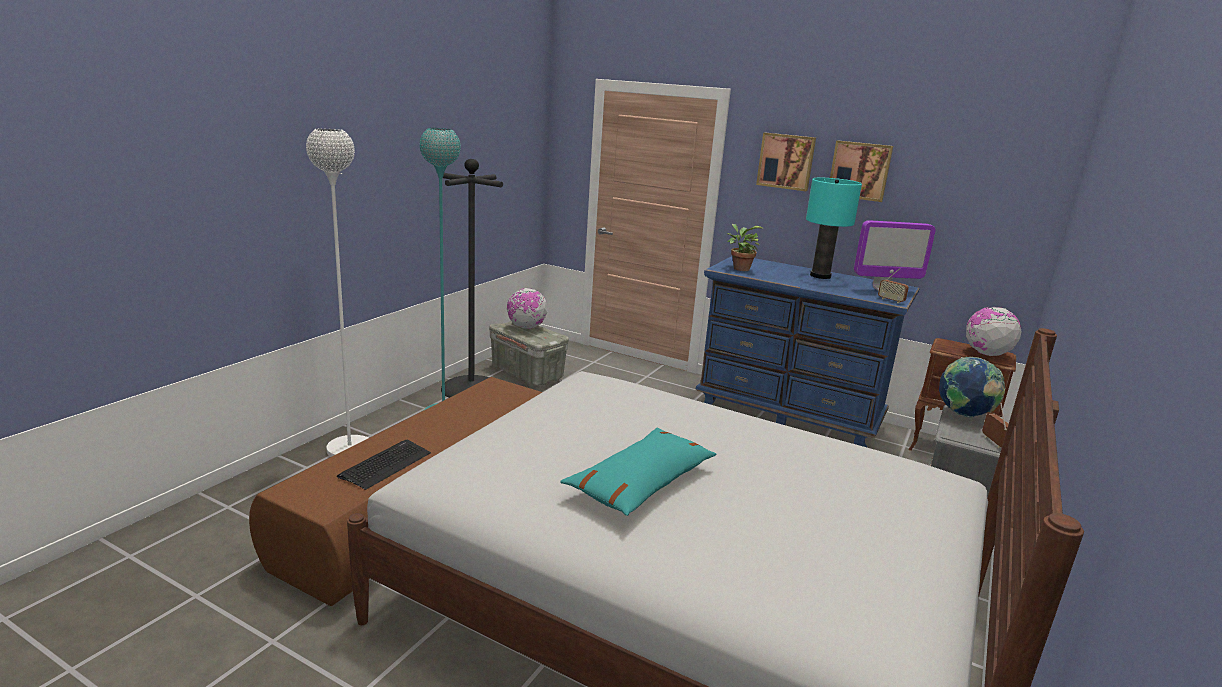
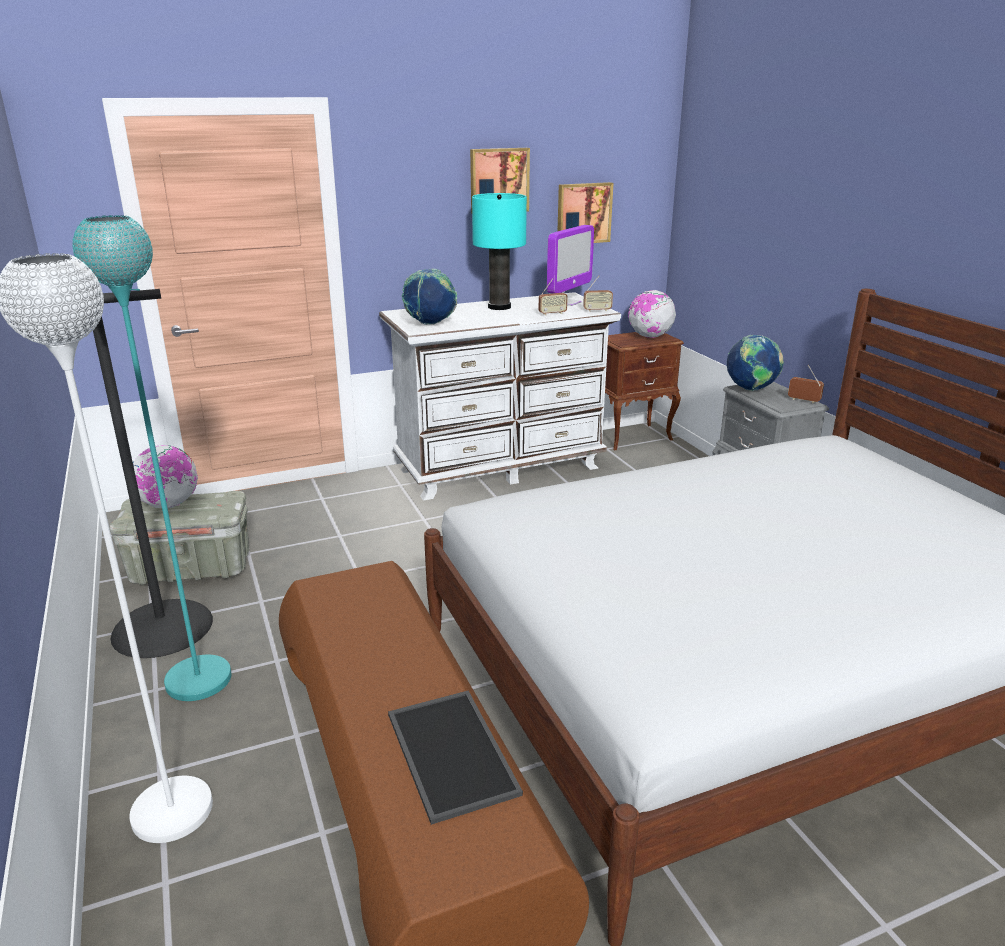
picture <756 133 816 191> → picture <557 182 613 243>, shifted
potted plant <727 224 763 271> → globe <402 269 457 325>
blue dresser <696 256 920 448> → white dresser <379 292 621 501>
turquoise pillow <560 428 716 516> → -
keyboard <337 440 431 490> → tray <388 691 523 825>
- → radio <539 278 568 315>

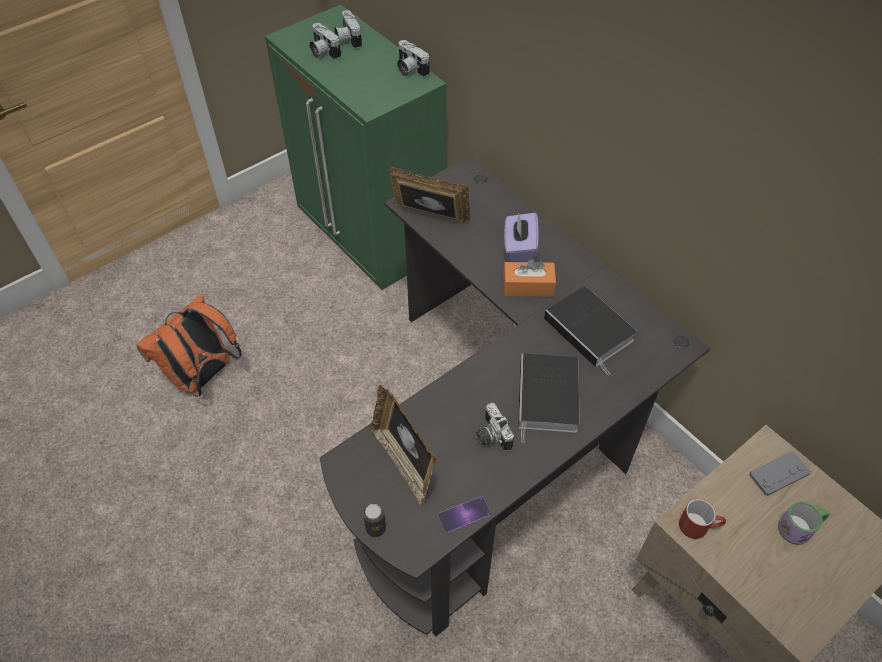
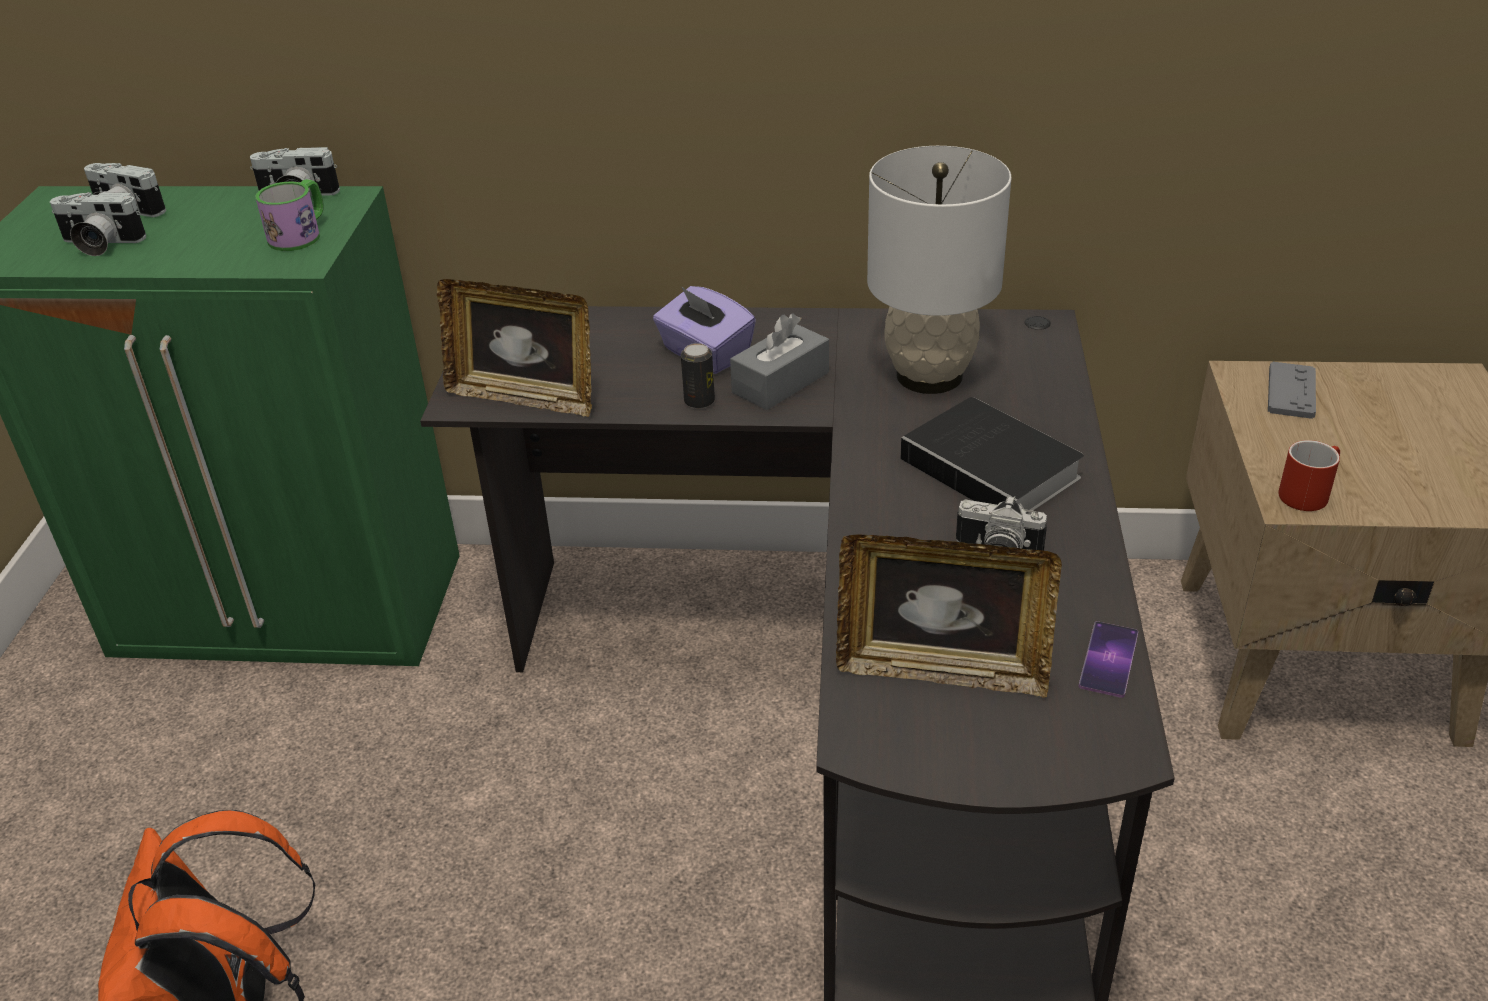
picture frame <389 166 471 222> → picture frame <437 279 592 417>, 135 degrees counterclockwise
orange tissue box <503 259 556 297> → grey tissue box <730 313 829 410>
book <544 286 637 375> → white table lamp <867 146 1011 394>
mug <778 501 829 545> → mug <255 179 324 251>, shifted
can <363 503 386 537> → can <681 343 715 409>, shifted

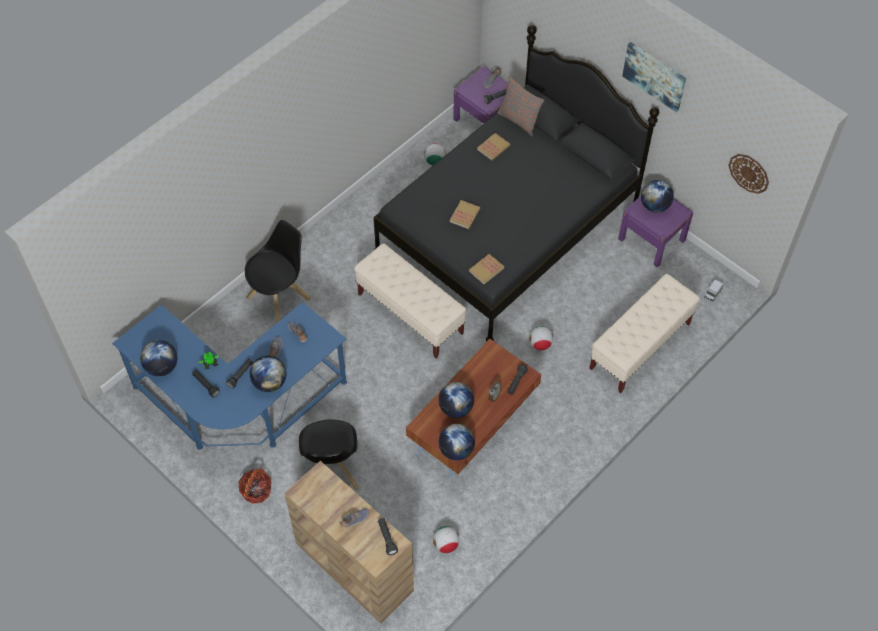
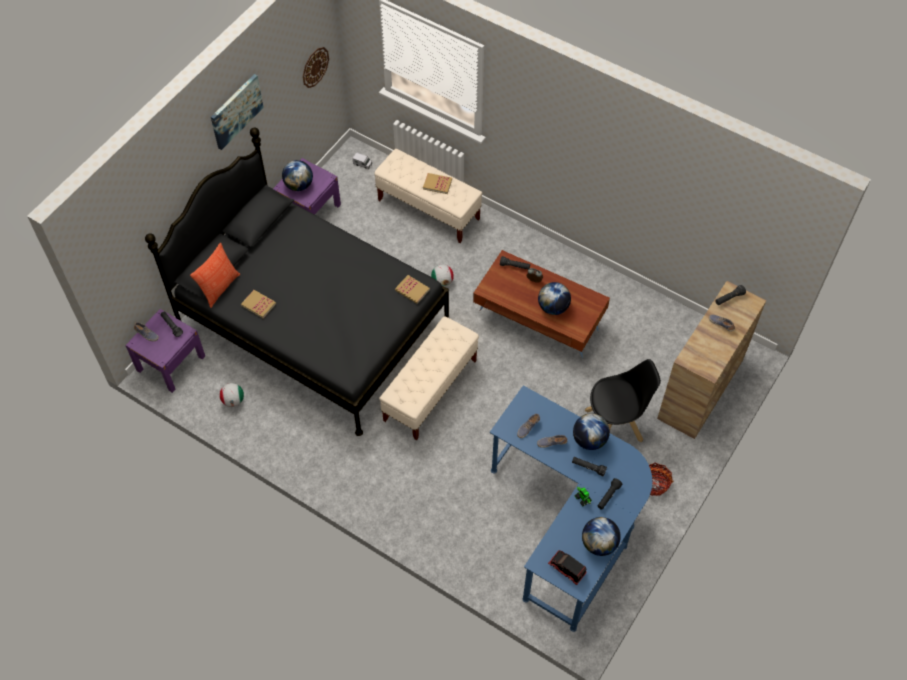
grey pillow <497 76 544 136> → orange pillow <190 243 240 308>
book <450 200 480 229> → book <423 173 452 194>, shifted
black chair <245 220 311 323> → -
globe <439 424 475 460> → -
football <433 526 459 553> → -
- → toy truck <548 550 587 585>

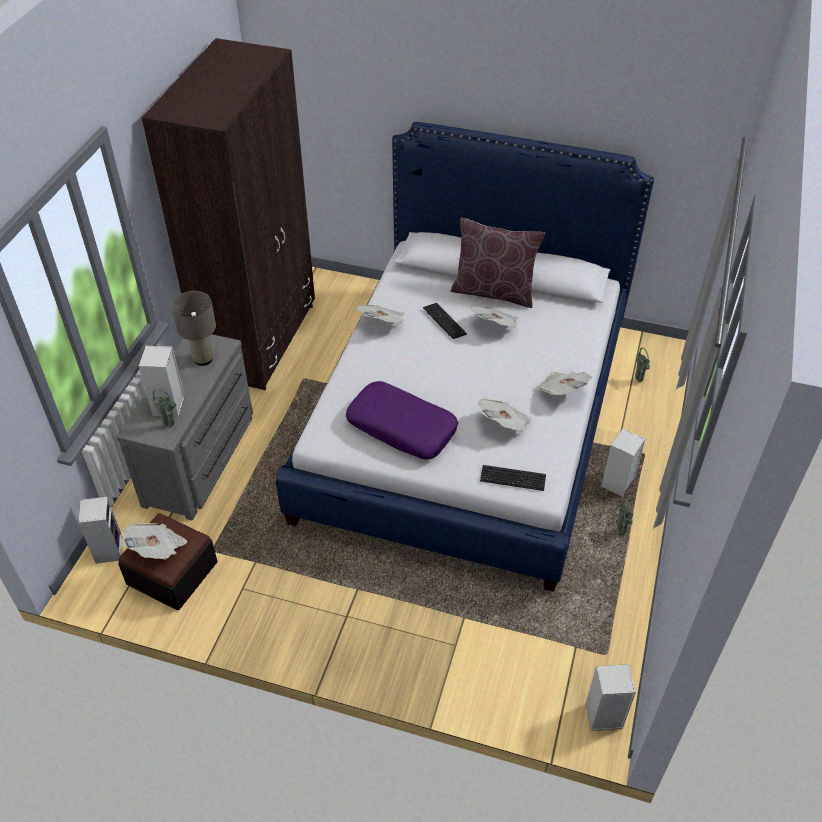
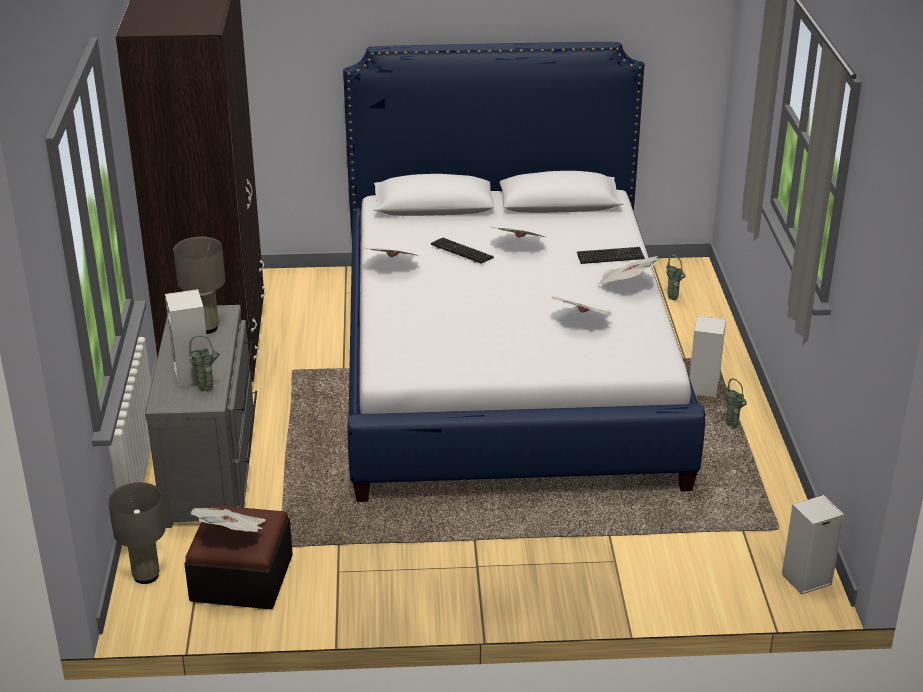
brown pillow <451 218 545 308> → -
purple pillow <346 381 458 459> → -
keyboard <480 465 546 491> → keyboard <577 247 645 264>, shifted
speaker <78 496 123 564> → grey table lamp <108 482 166 584>

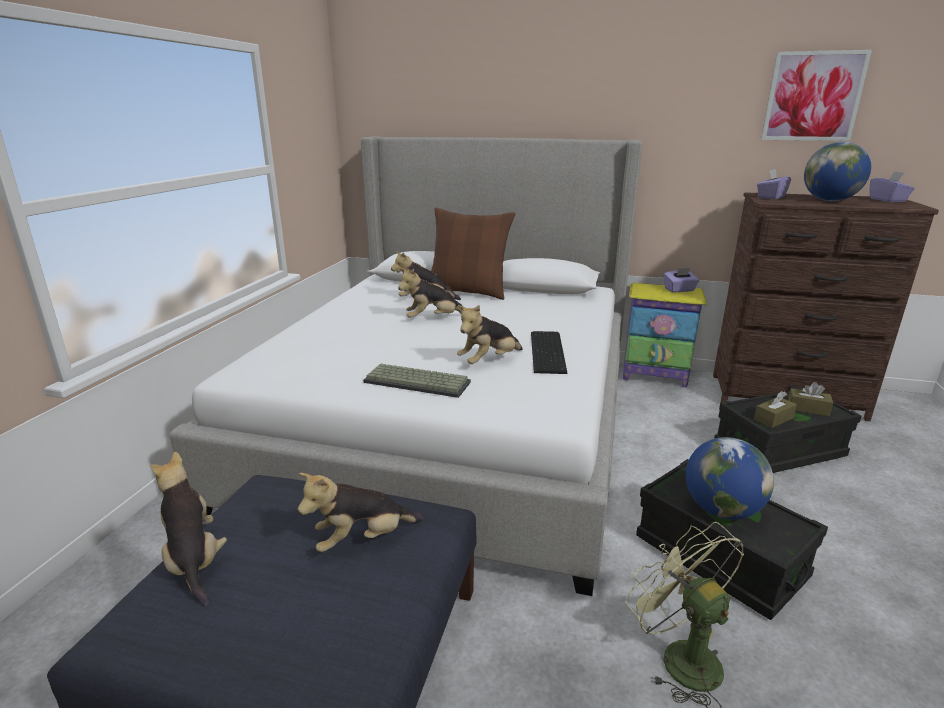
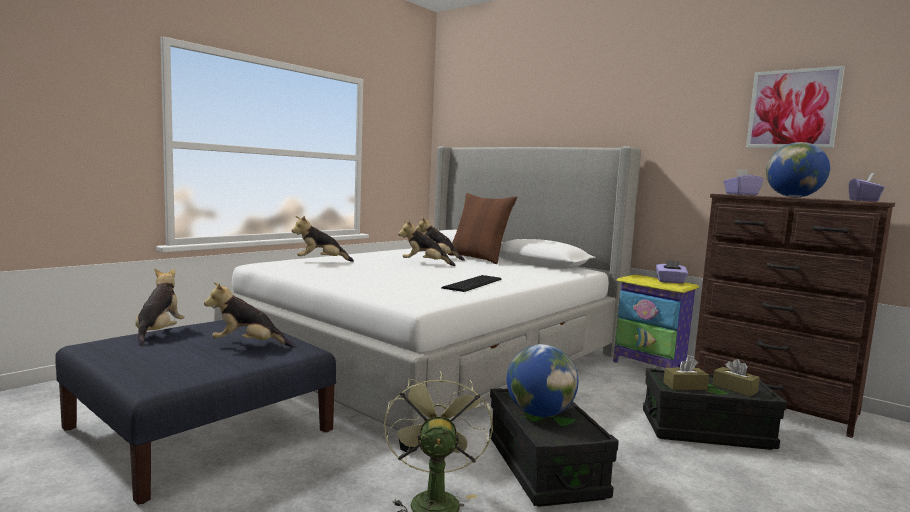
plush toy <457 305 523 364> → plush toy <291 216 354 262>, shifted
keyboard <363 363 471 398> → -

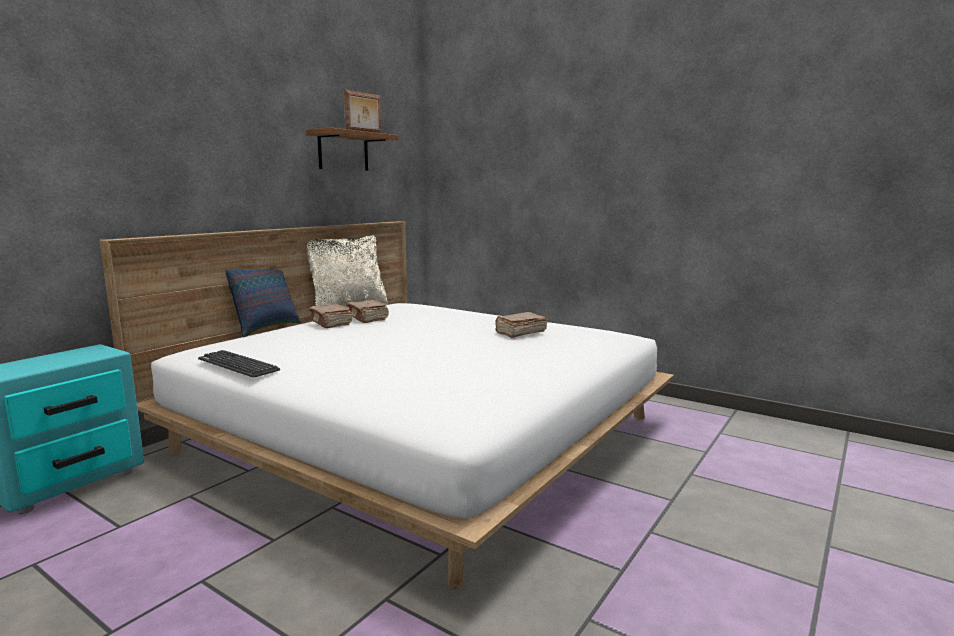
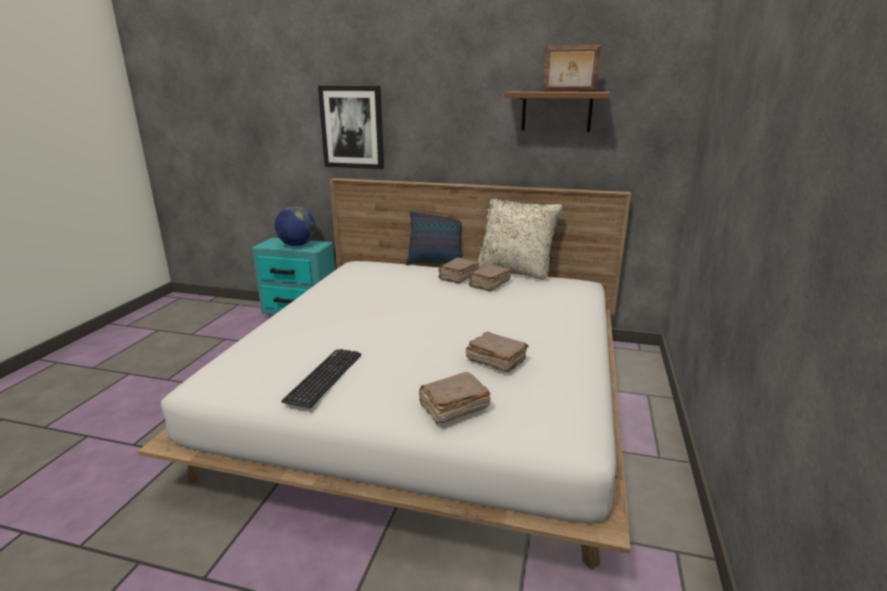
keyboard <198 350 280 378> → keyboard <281 349 361 408>, shifted
- → picture <318 86 384 169>
- → globe <275 206 316 246>
- → brown book <418 372 491 425>

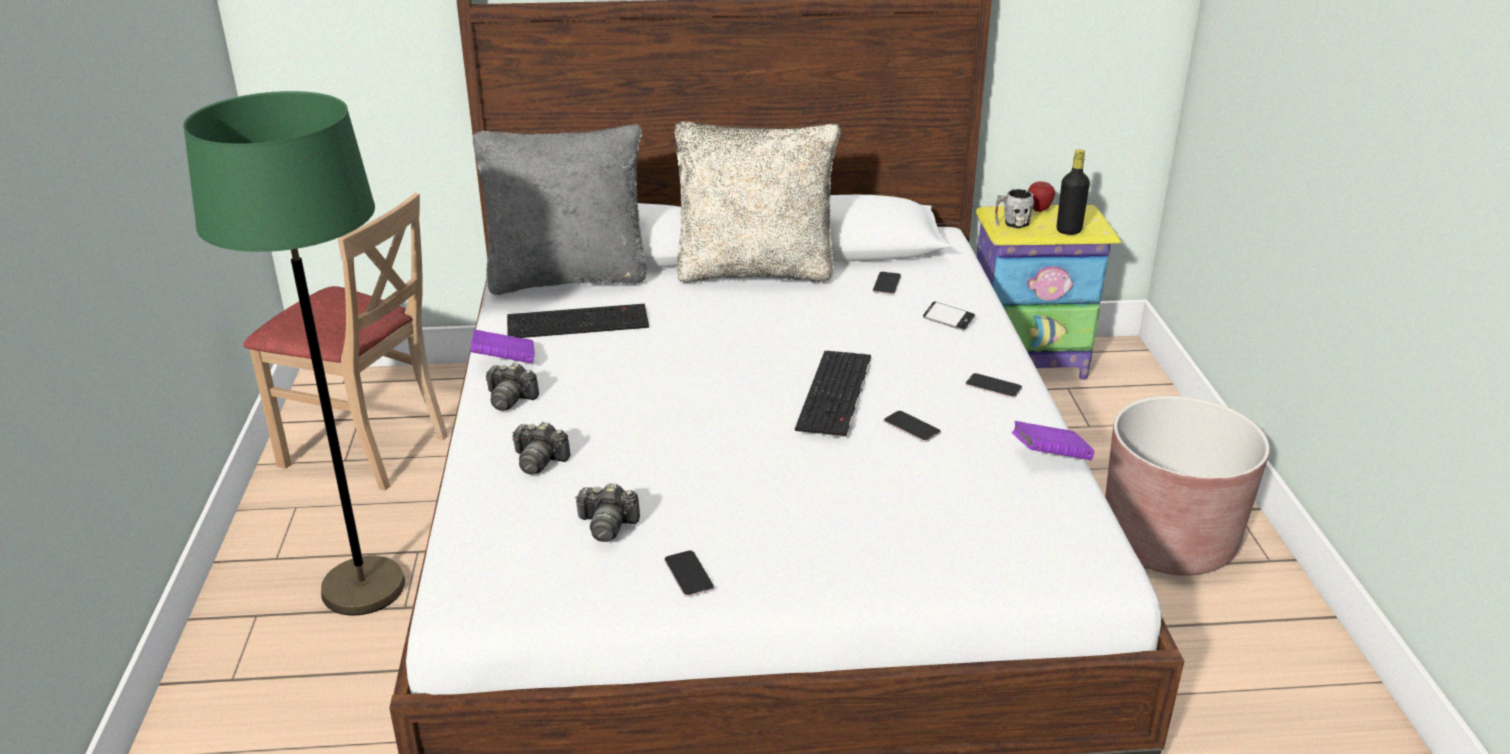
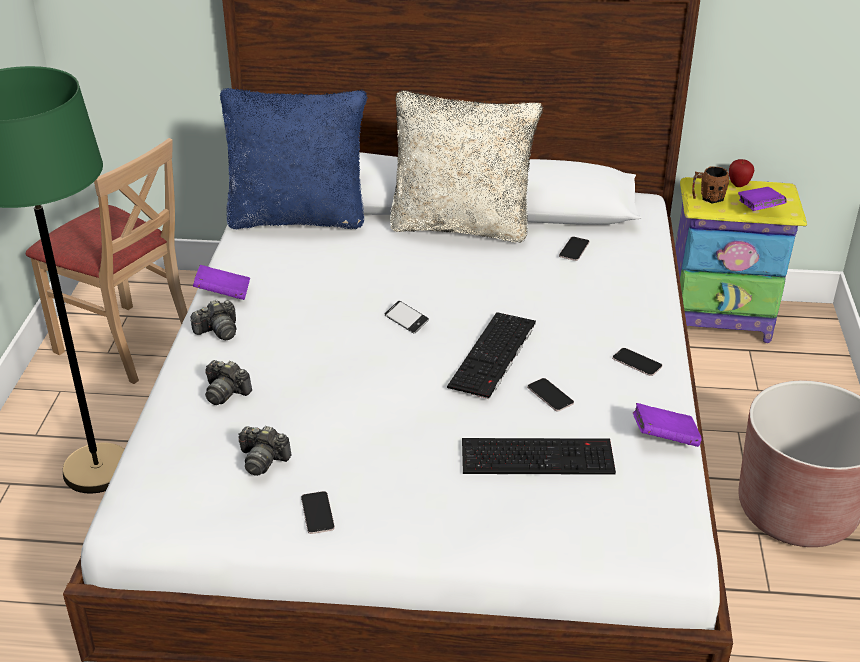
grey pillow <472 124 648 295> → blue pillow <220 88 367 230>
black bottle <1057 149 1090 235> → purple book <738 187 787 211>
grey mug <995 189 1034 229> → brown mug <692 166 729 204>
phone <923 301 975 331> → phone <385 301 429 333>, shifted
keyboard <507 304 649 338> → keyboard <462 438 616 475>, shifted
photo camera <486 363 539 411> → photo camera <191 300 236 340>, 60 degrees counterclockwise

